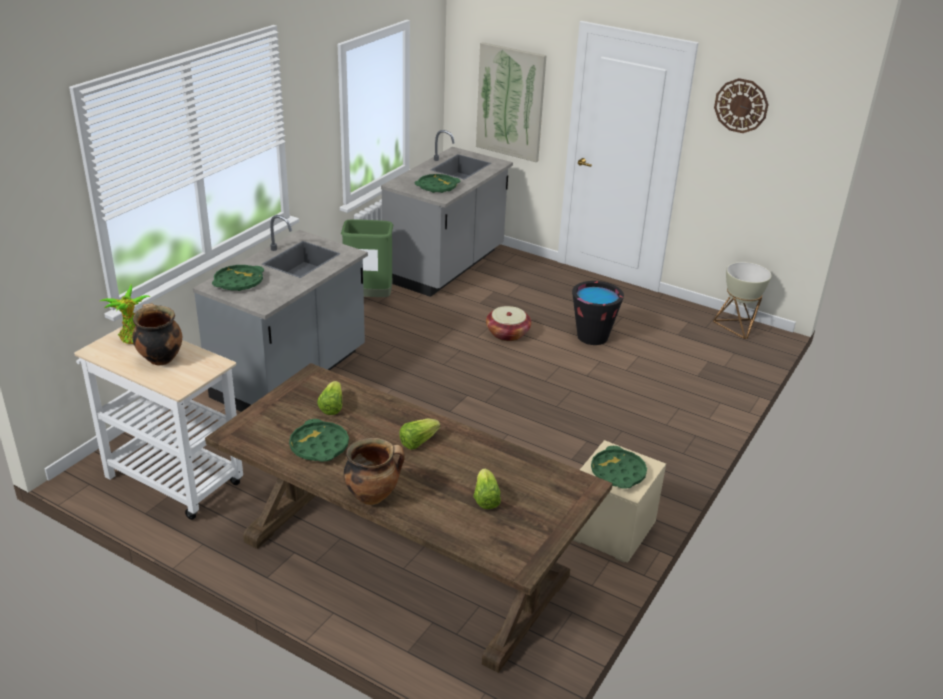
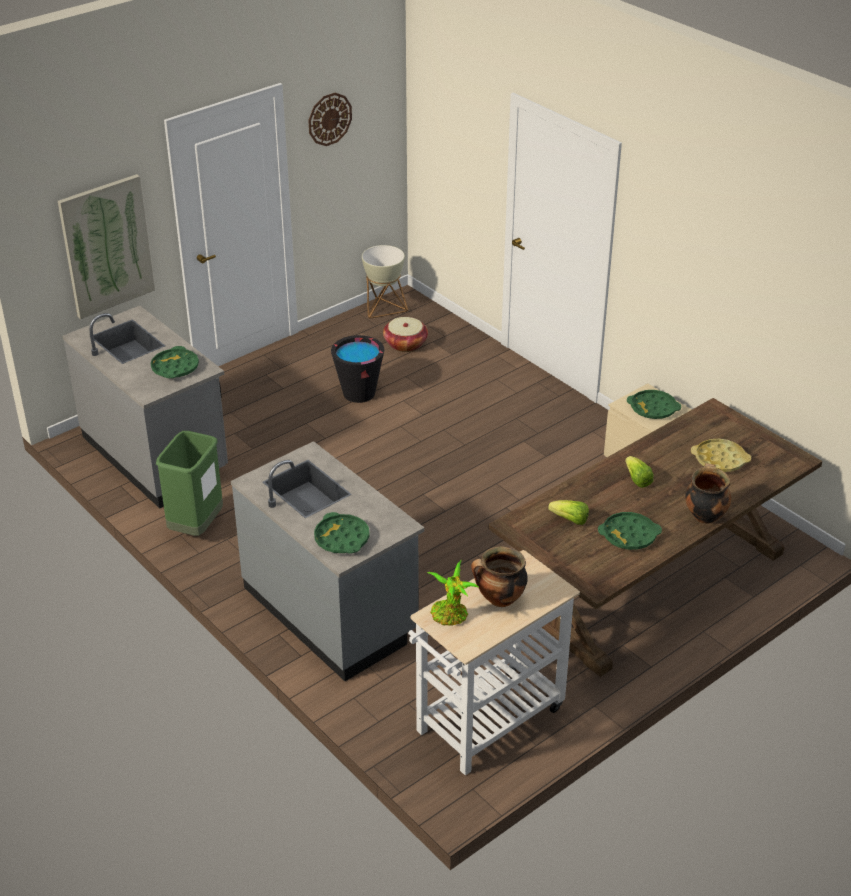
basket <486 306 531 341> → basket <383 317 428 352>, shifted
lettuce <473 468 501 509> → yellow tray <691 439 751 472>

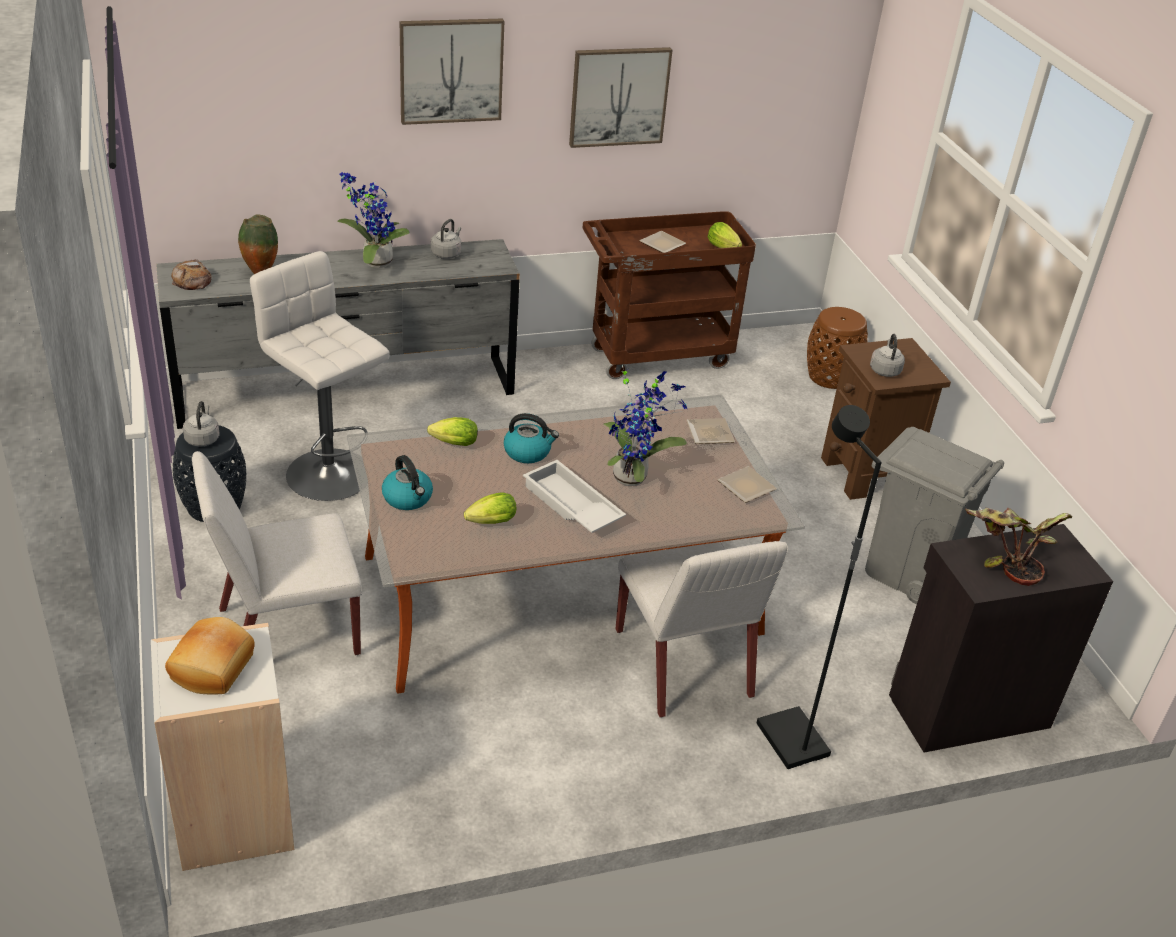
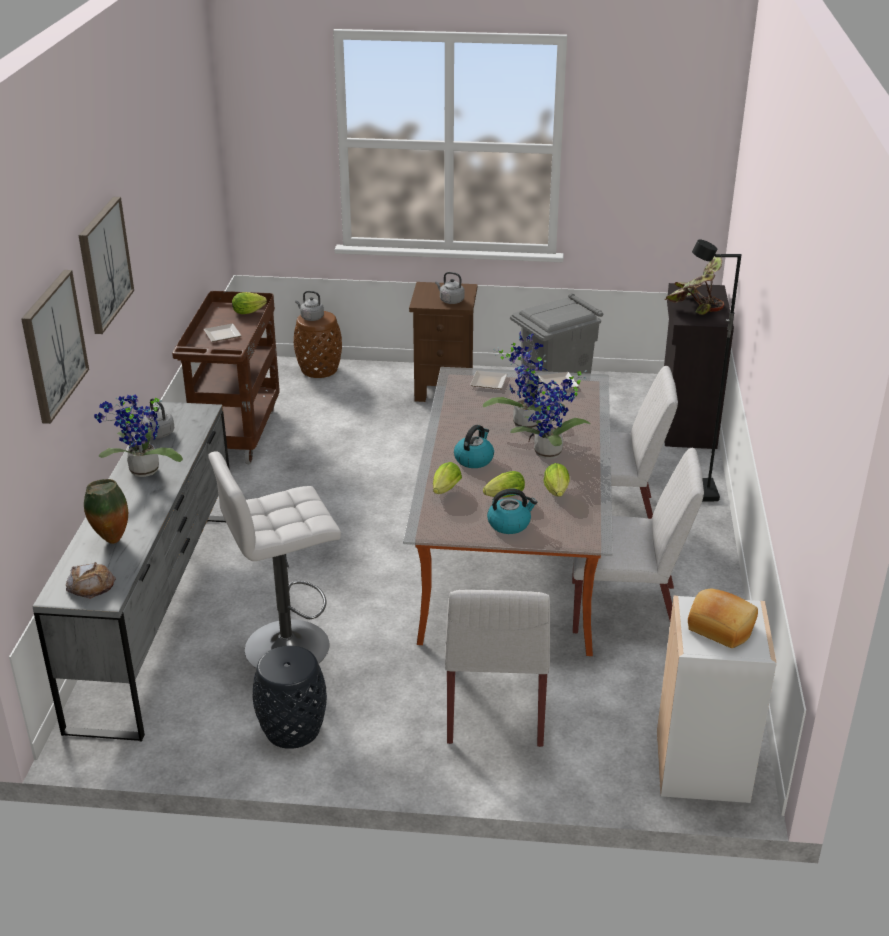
picture <569 47 673 148> → picture <21 270 89 424>, shifted
grey kettle <183 401 219 447> → grey kettle <295 291 324 321>, shifted
white tray <523 460 626 533> → potted plant <510 370 591 459>
- → white chair <572 448 704 634>
- → lettuce <483 471 525 497>

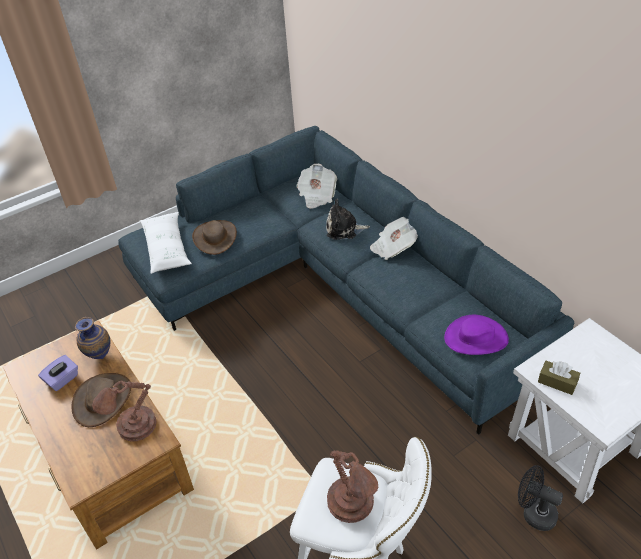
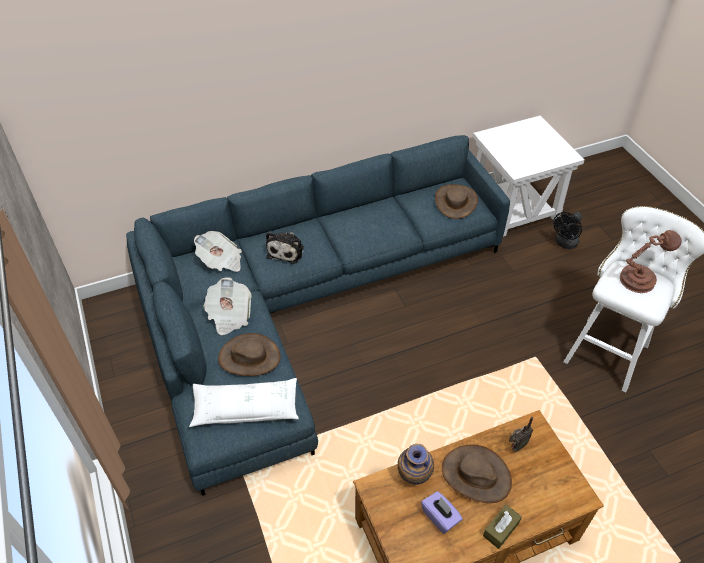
newspaper <370 217 418 260> → newspaper <204 277 252 335>, shifted
purple hat <444 315 509 355> → brown hat <435 184 478 219>
brown tissue box <538 361 580 395> → brown tissue box <483 504 522 549>, shifted
brown table lamp <92 381 157 442> → radio <509 417 533 452>

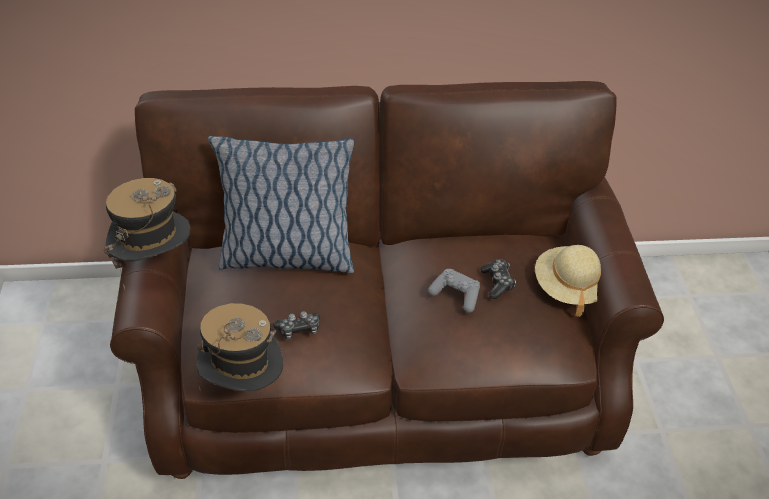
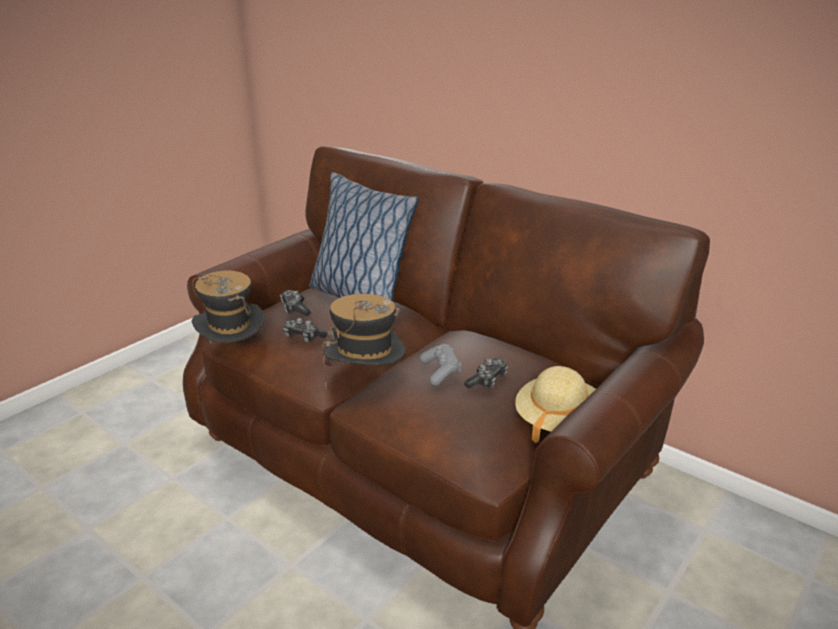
hat <103 178 191 290> → hat <322 294 406 389>, shifted
- → game controller <280 290 311 316>

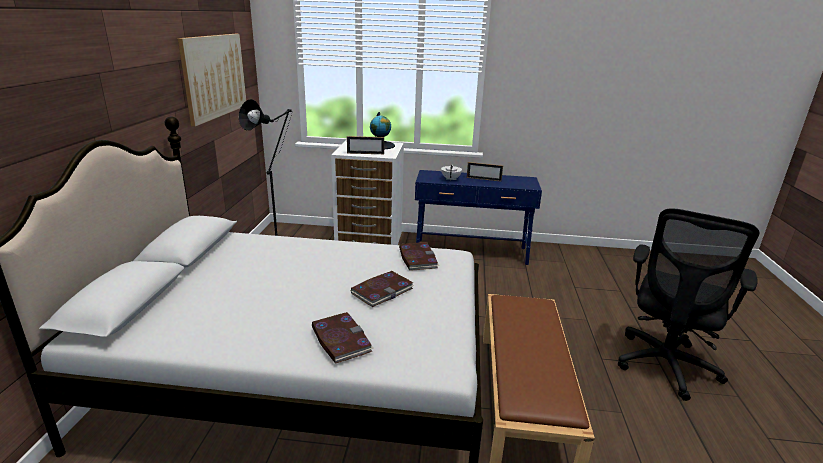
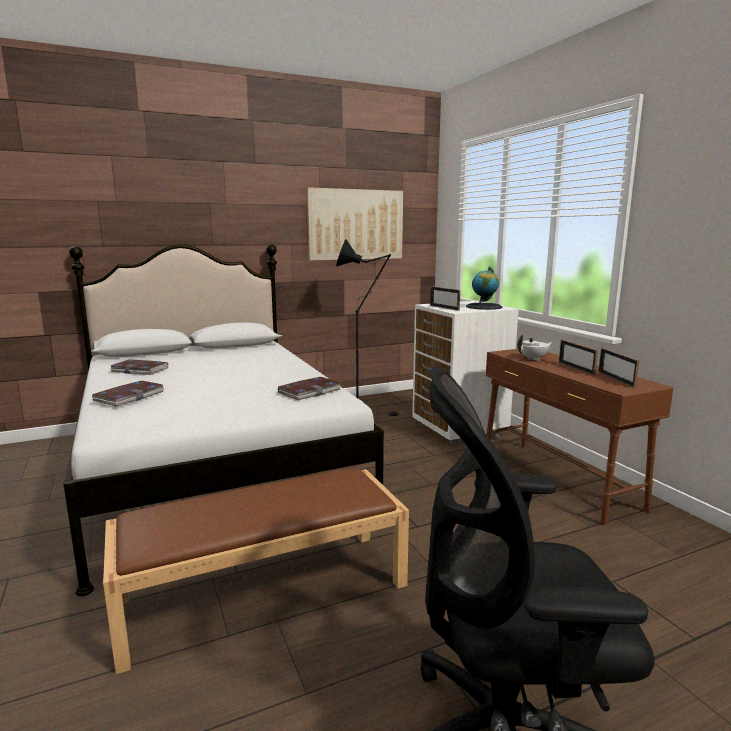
blue console table <415 170 542 265> → brown console table <486 349 674 525>
book <351 271 413 307> → book <110 359 169 375>, shifted
- → picture frame <598 348 639 388>

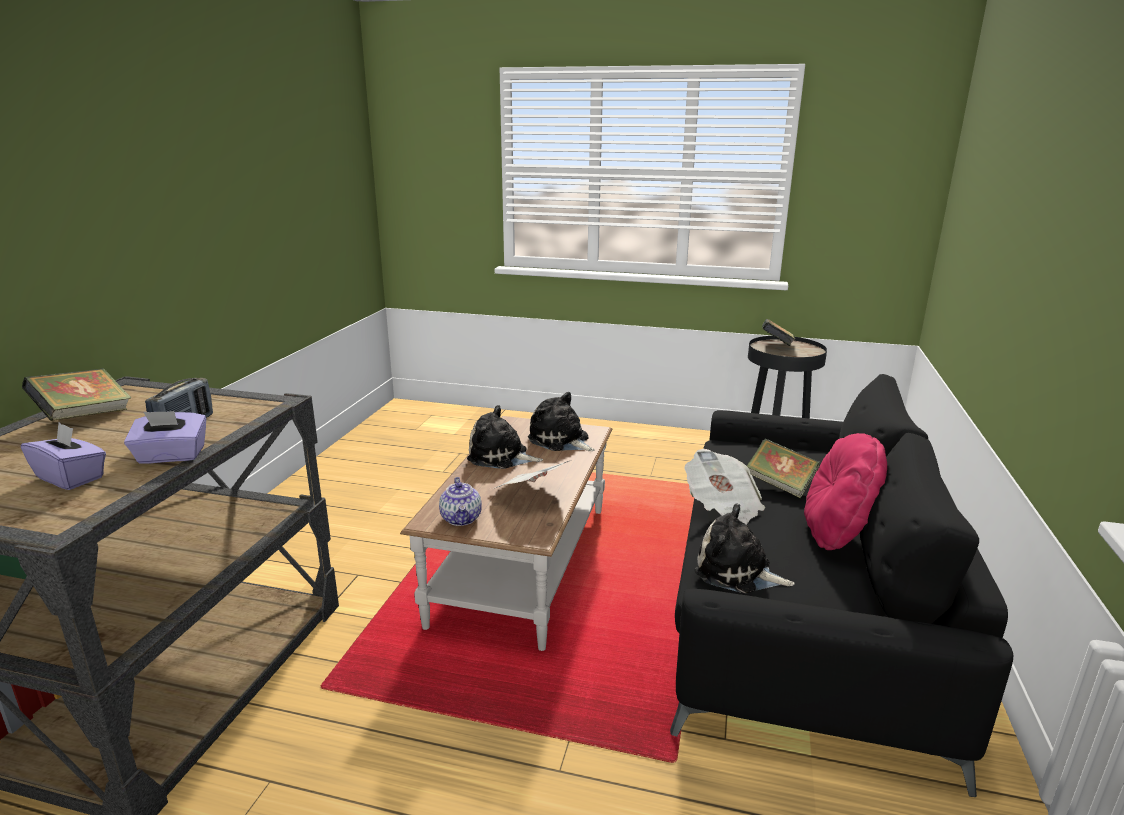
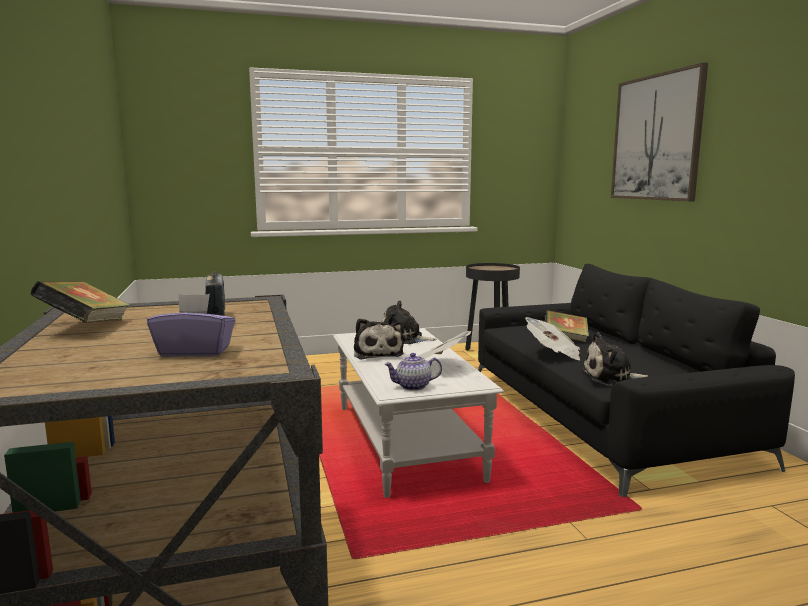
book <762 319 795 346> → -
plush toy <467 405 543 469> → plush toy <354 318 404 360>, 90 degrees counterclockwise
purple tissue box <124 411 206 464> → -
brown coffee table <400 416 612 651> → white coffee table <333 328 504 498>
pink pillow <804 433 887 550> → -
teapot <439 477 482 526> → teapot <384 353 442 391>, 120 degrees clockwise
- → picture <611 62 708 201>

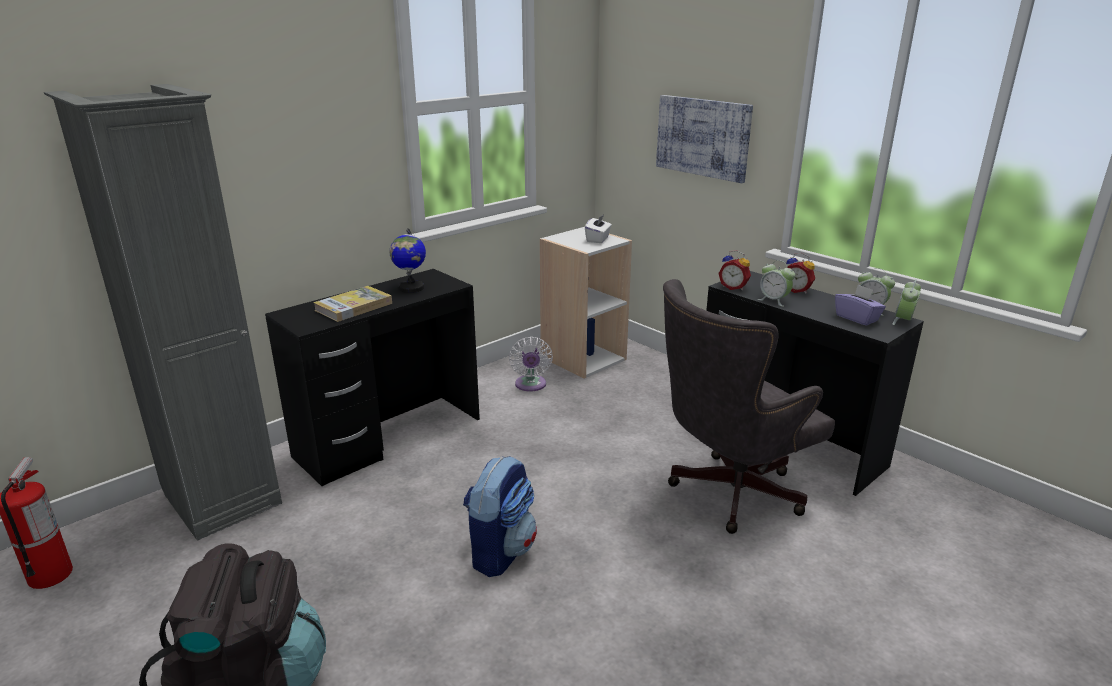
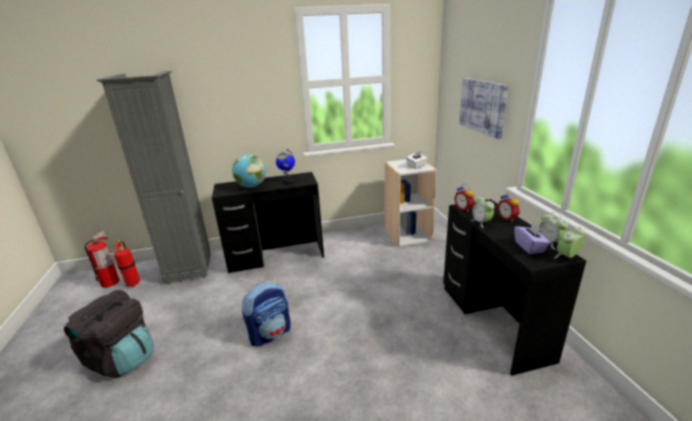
grey office chair <663 279 835 534> → -
book <313 286 392 322> → globe <232 154 266 188>
white fan <509 337 553 392> → -
- → fire extinguisher <114 239 140 287>

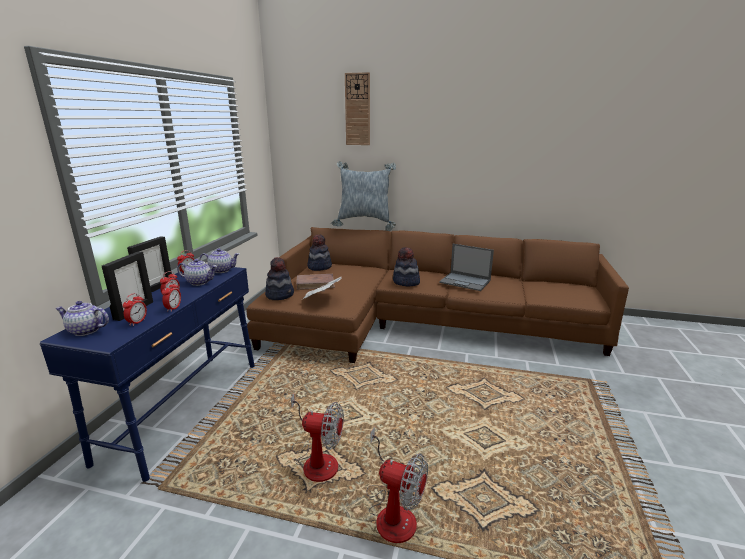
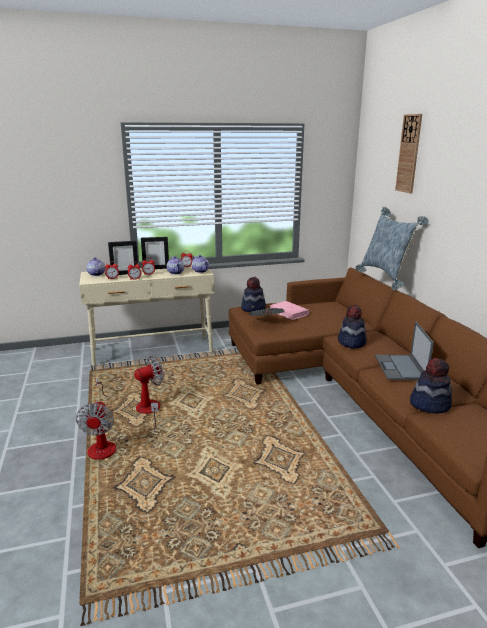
hat <307 234 332 271> → hat <410 358 452 413>, shifted
blue console table <40 267 255 482> → beige console table <79 265 215 366>
brown book <296 274 335 290> → pink book <269 301 309 320>
fan <291 394 344 482> → fan <95 356 164 414>, 105 degrees counterclockwise

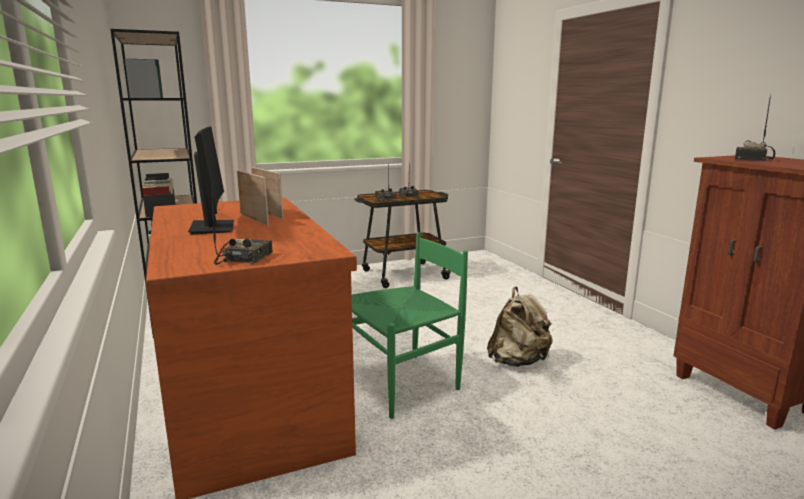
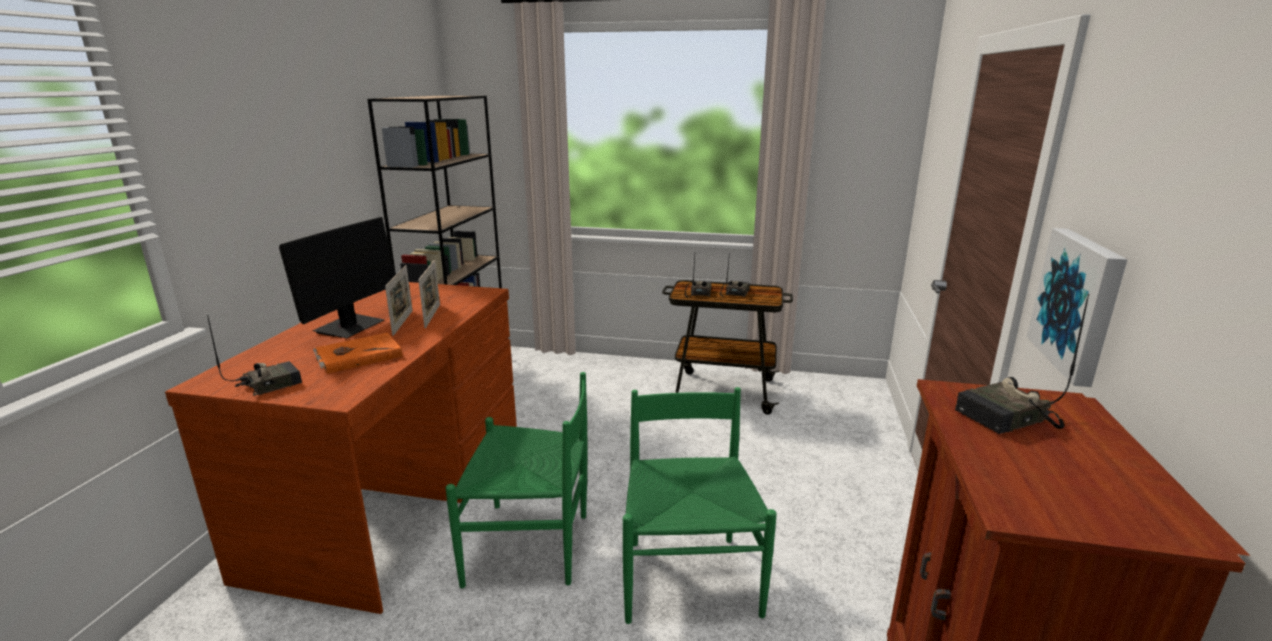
beige backpack <487 286 553 367> → green chair <623 387 777 624>
- → picture <1027 228 1128 387>
- → orange book <313 333 402 374>

